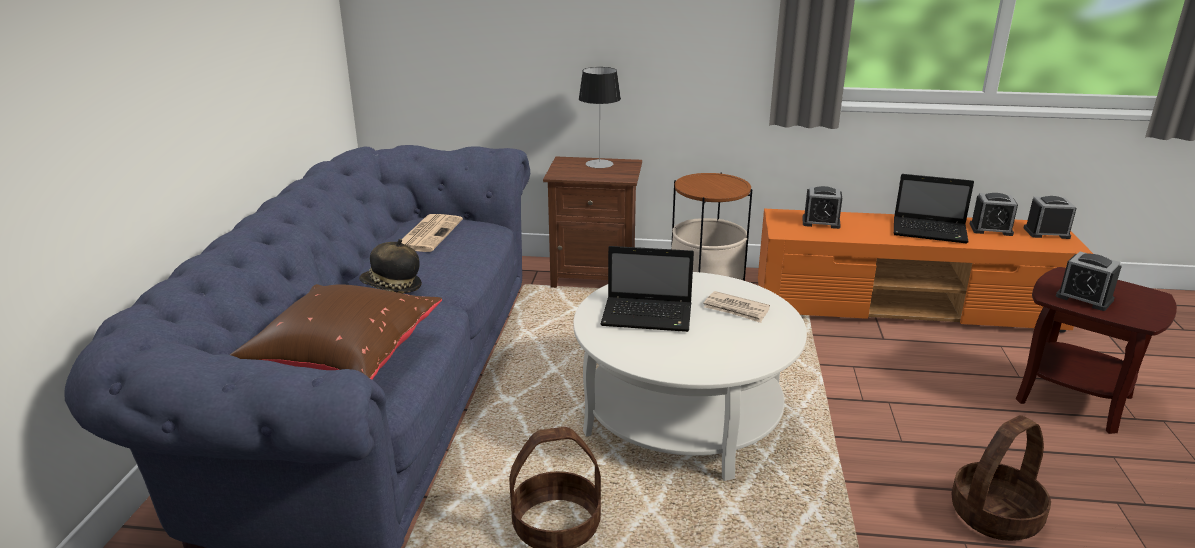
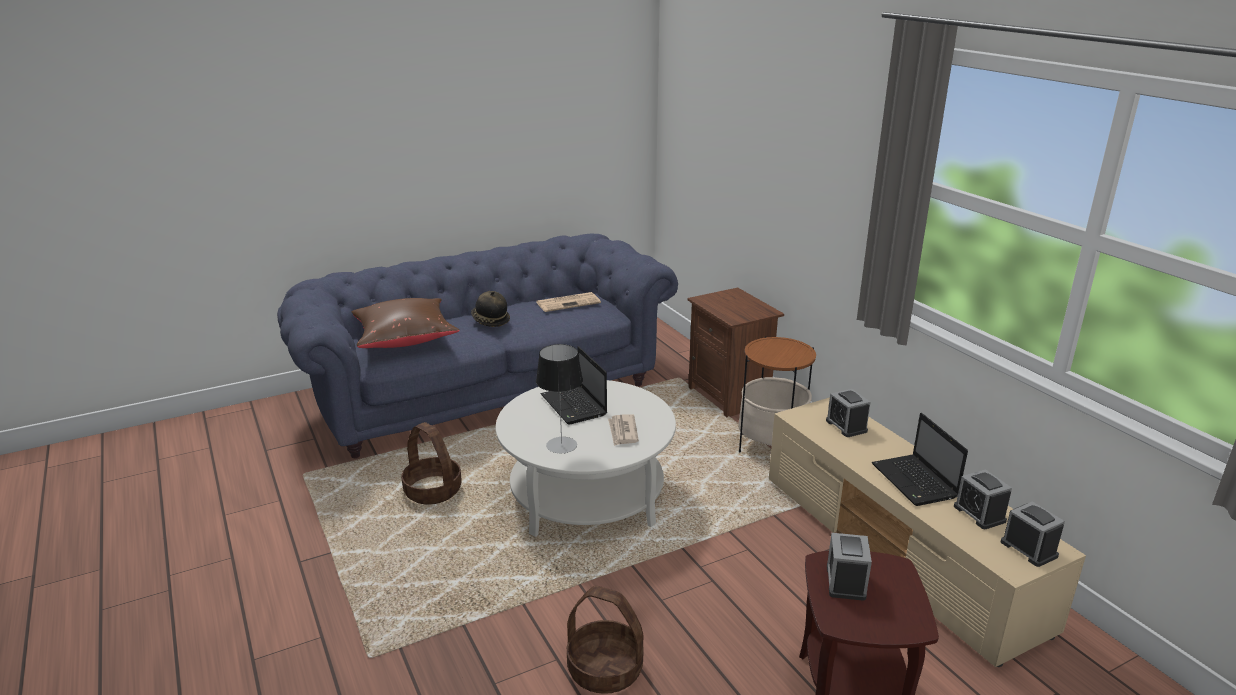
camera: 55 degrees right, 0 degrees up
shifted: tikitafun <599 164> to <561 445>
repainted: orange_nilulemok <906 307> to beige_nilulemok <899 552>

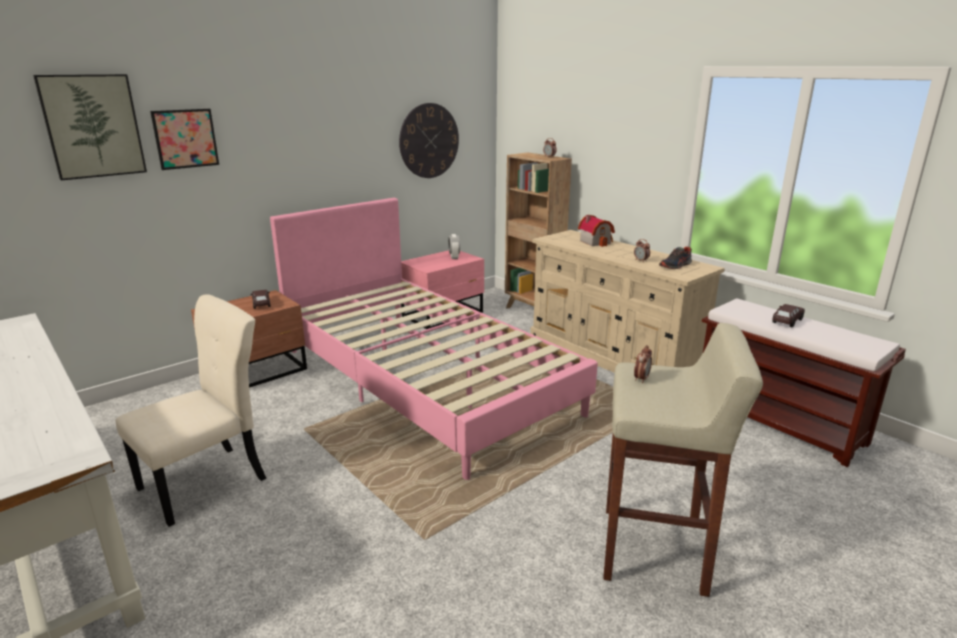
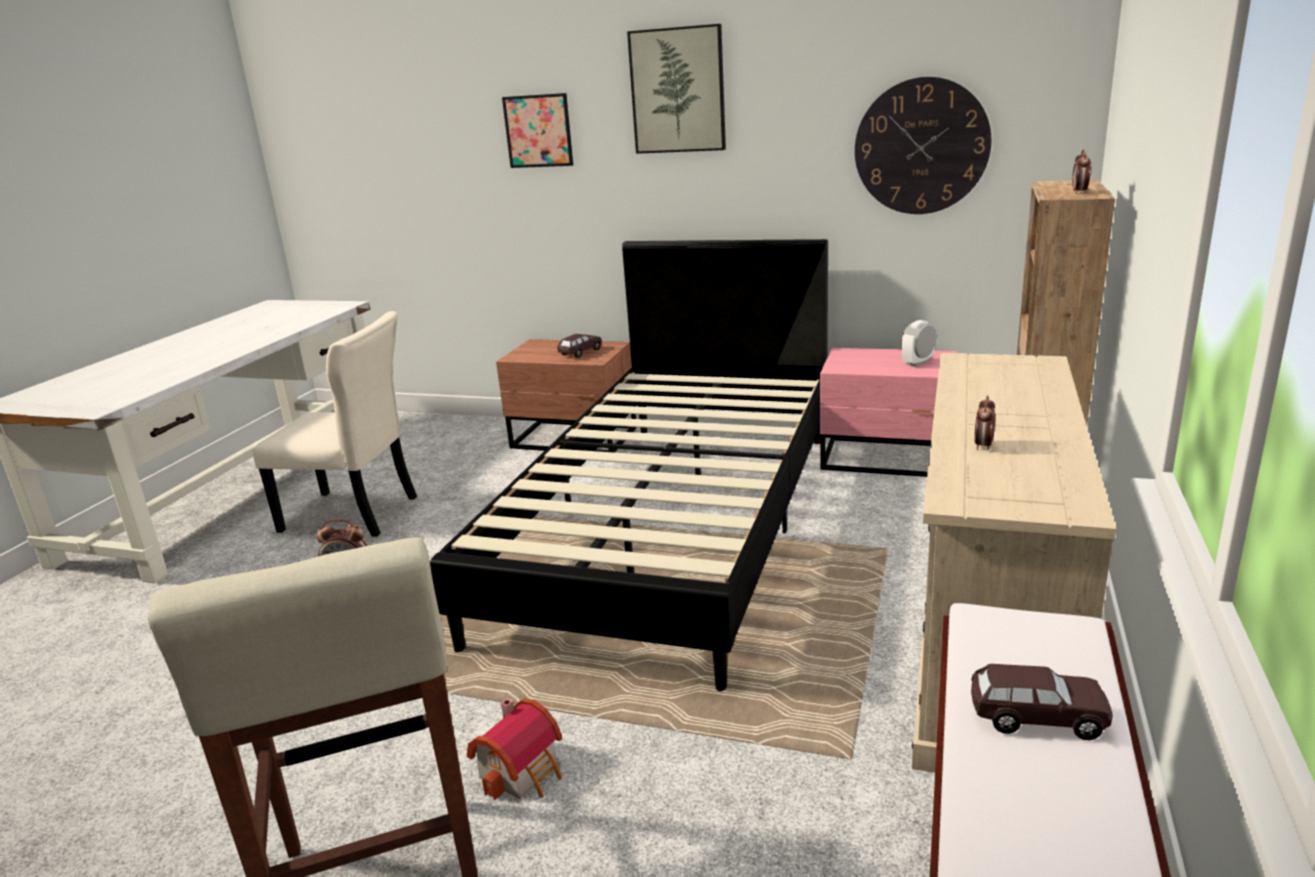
camera: 60 degrees right, 0 degrees up
gone: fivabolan <675 266>
shifted: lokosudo <93 126> to <678 90>; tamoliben <596 242> to <523 771>
repainted: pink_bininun <424 380> to black_bininun <674 525>

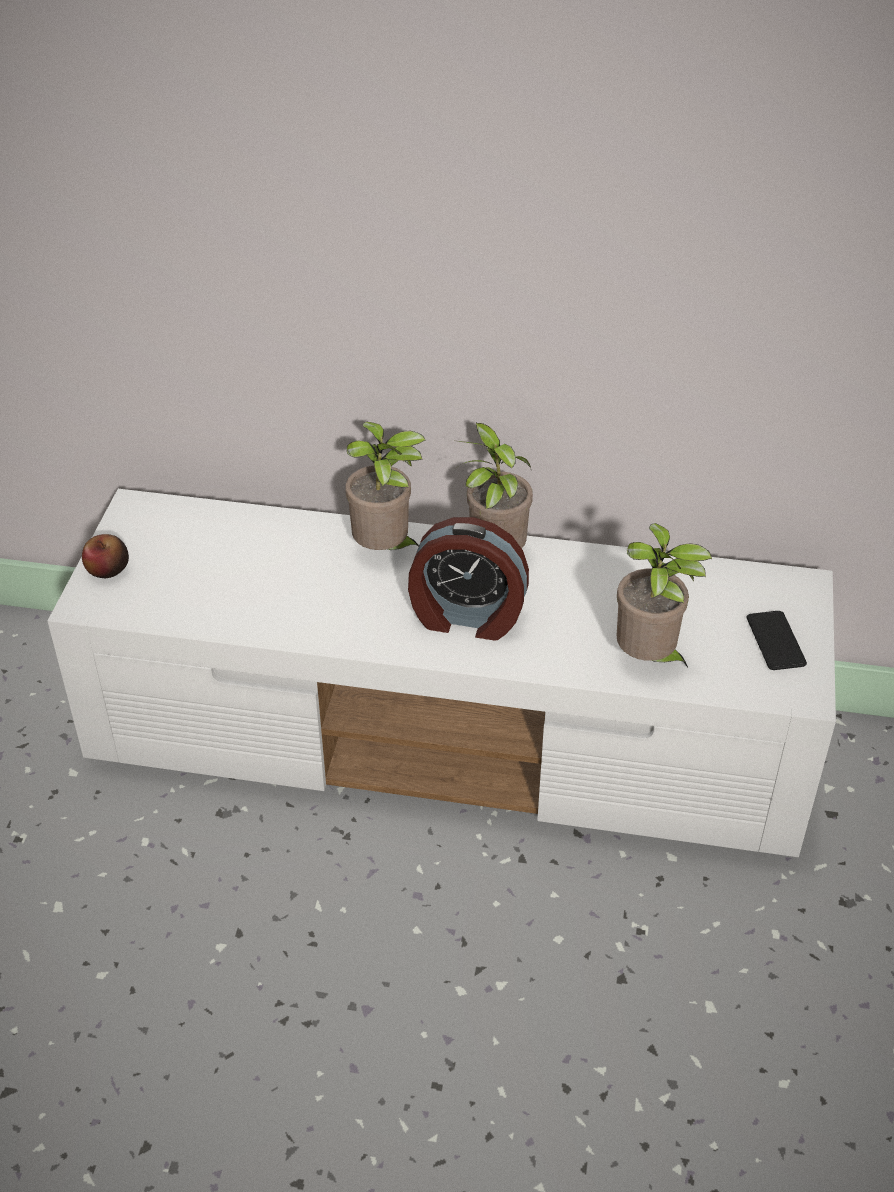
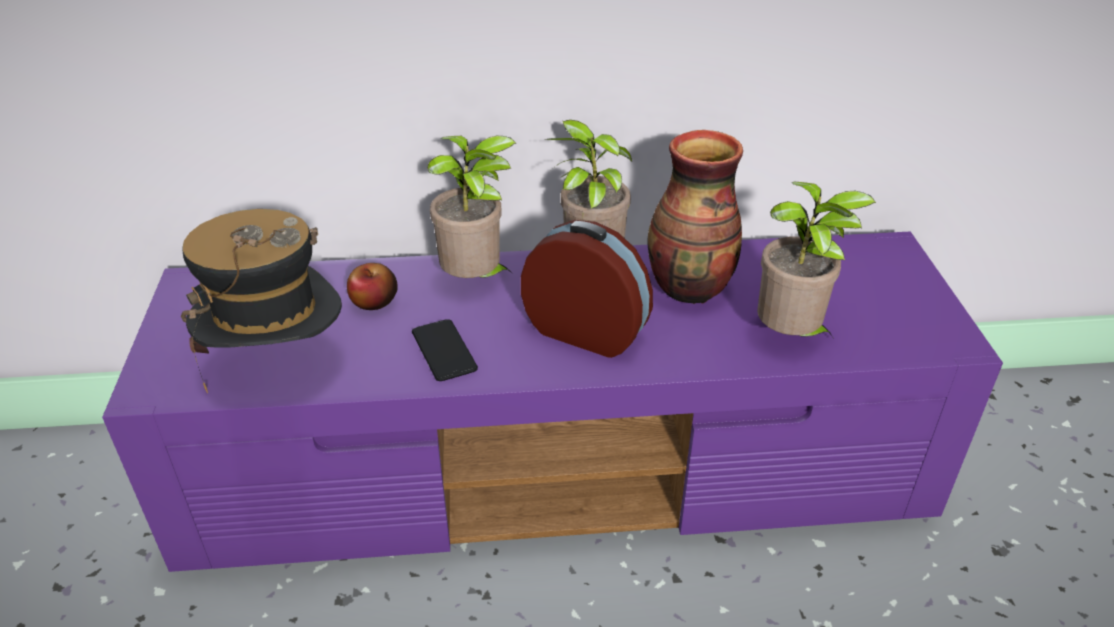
camera: 15 degrees left, 5 degrees down
new: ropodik <690 289>; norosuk <278 367>
shifted: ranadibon <108 569> to <374 302>; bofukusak <775 641> to <444 351>
repainted: white_nilulemok <451 740> to purple_nilulemok <561 472>
rotated: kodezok <467 617> = <587 330> 150 degrees counterclockwise

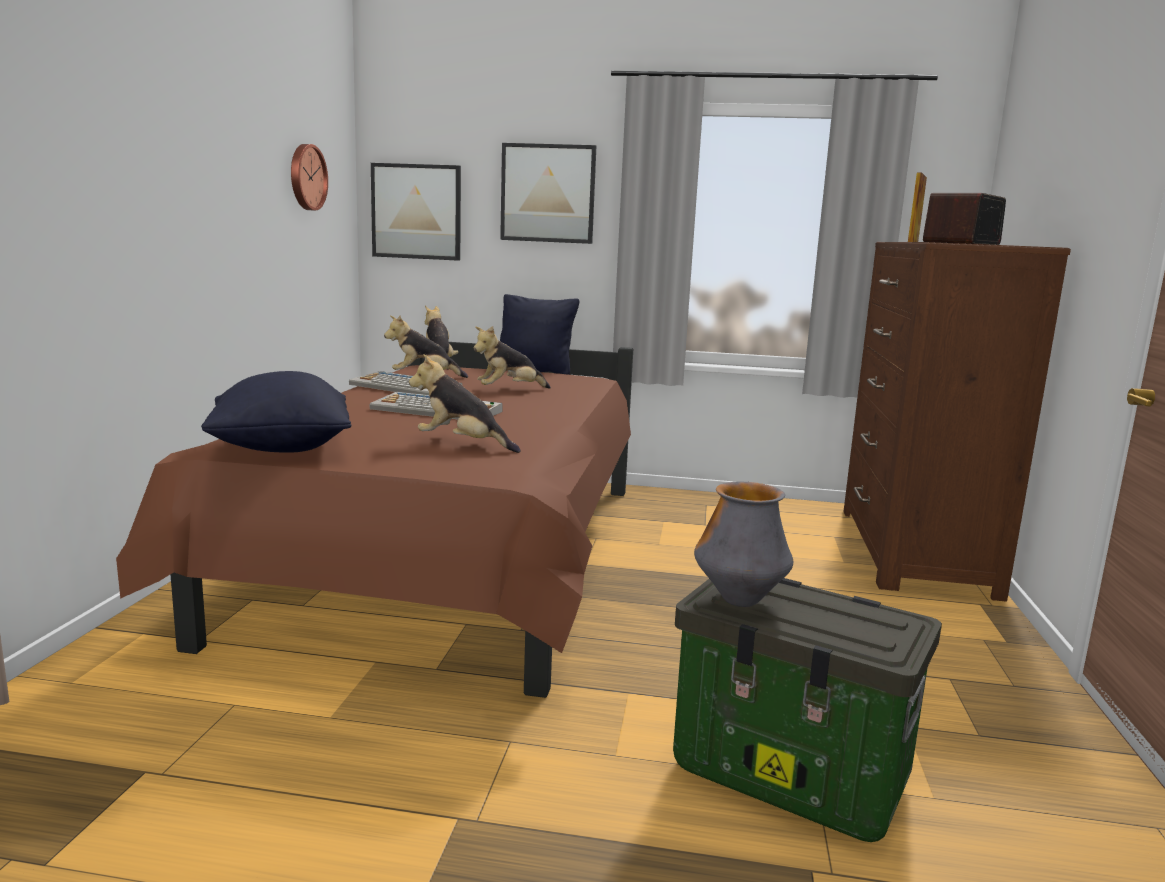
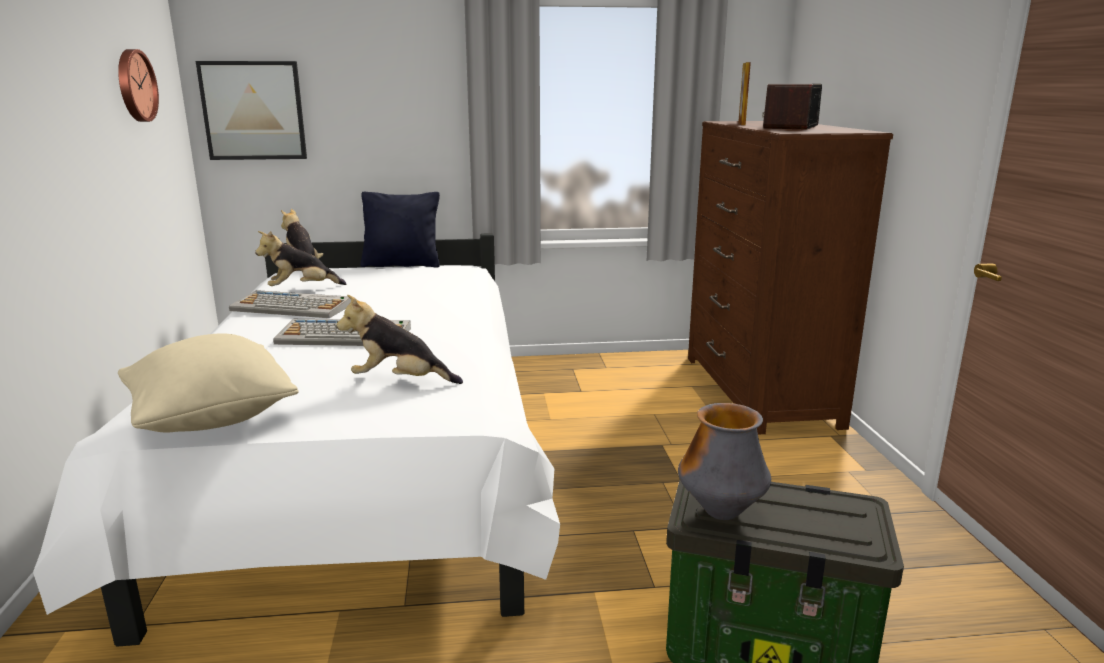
camera: 15 degrees left, 5 degrees up
gone: lokosudo <548 193>; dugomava <509 390>
repainted: brown_bininun <452 559> to white_bininun <366 471>; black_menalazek <281 449> to beige_menalazek <212 419>

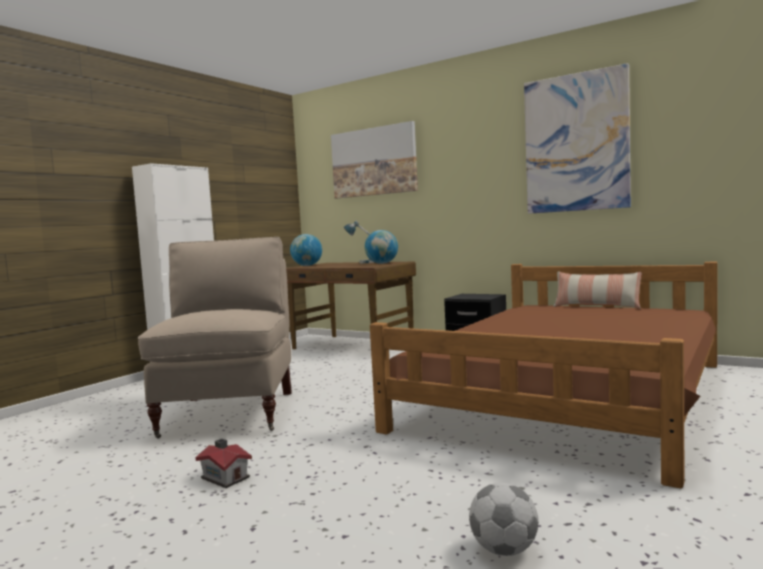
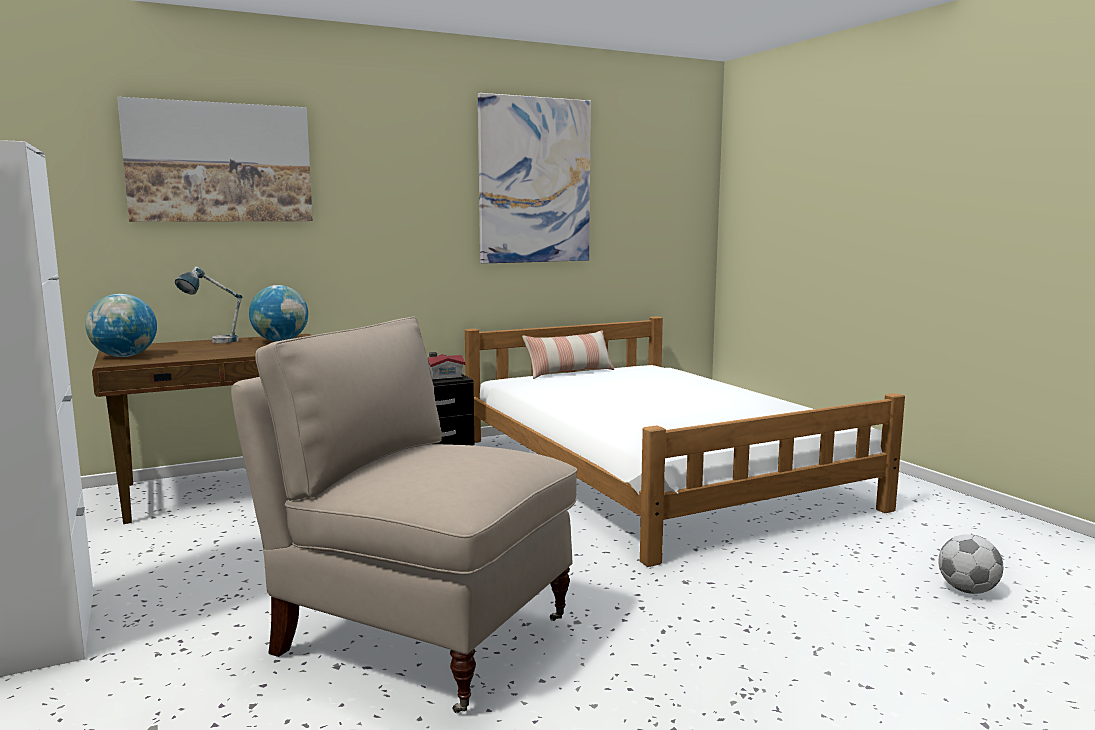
camera: 60 degrees left, 5 degrees up
shifted: tamoliben <225 477> to <444 377>
repainted: brown_bininun <569 395> to white_bininun <654 472>

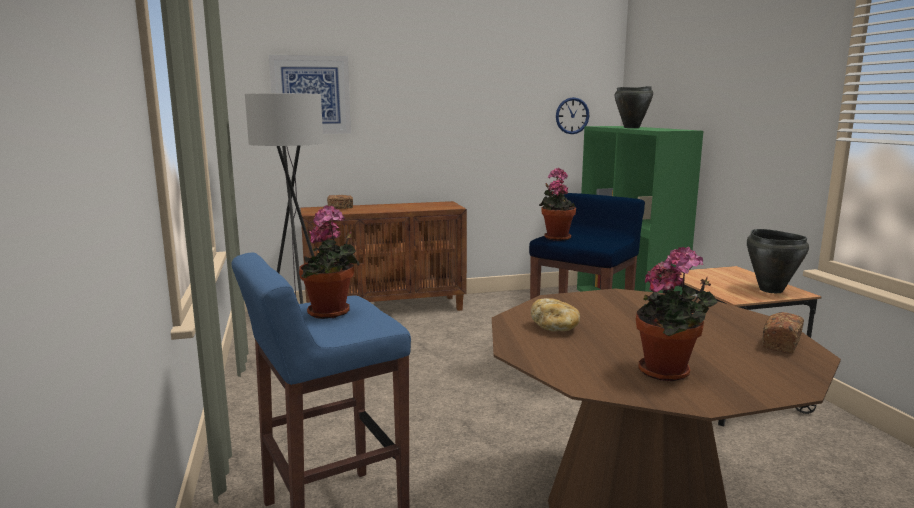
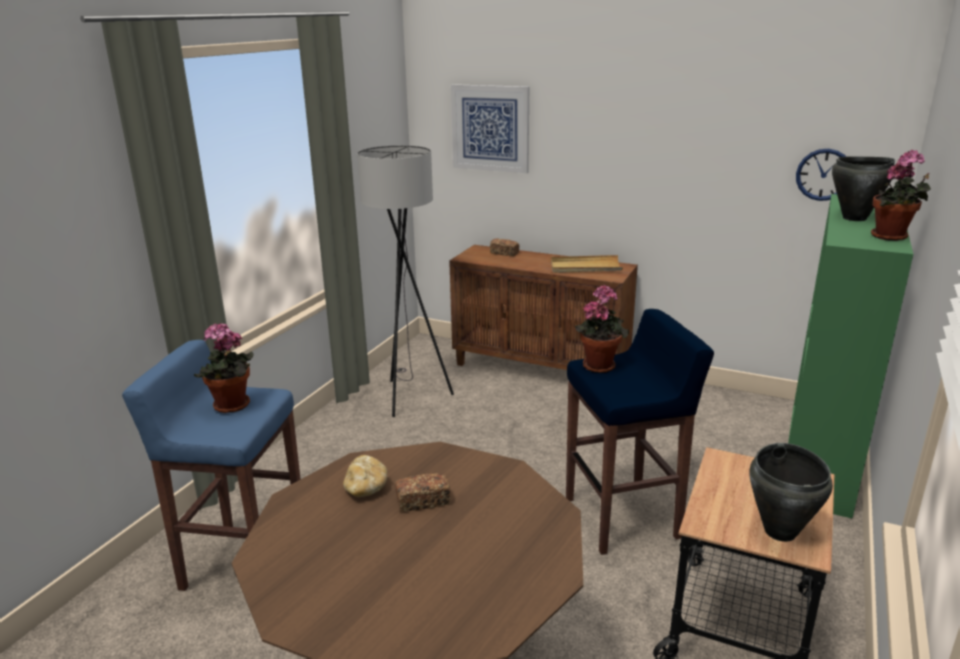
camera: 40 degrees right, 10 degrees up
new: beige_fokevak <585 267>
shifted: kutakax <669 372> to <891 237>; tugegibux <781 343> to <423 501>

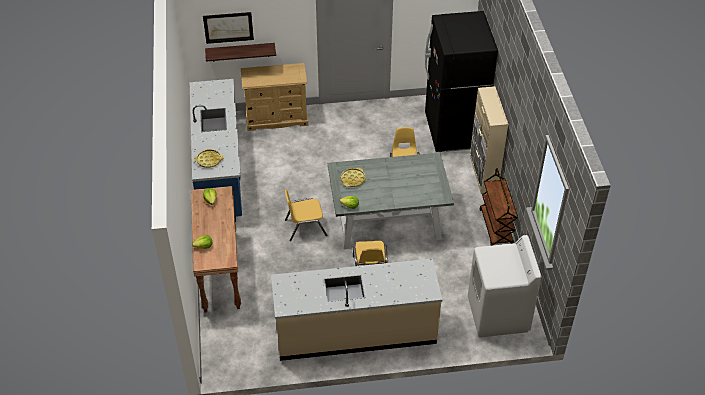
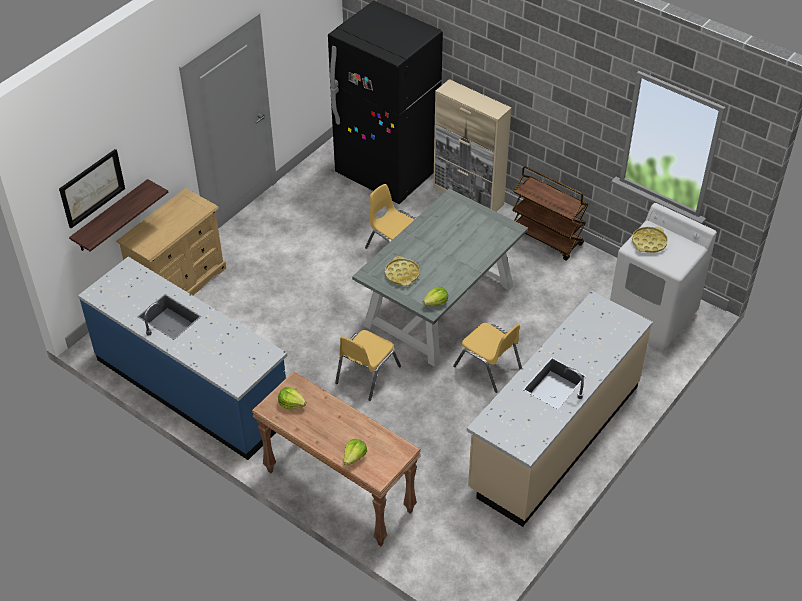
camera: 45 degrees left, 0 degrees up
shifted: yellow_fokevak <209 160> to <649 242>

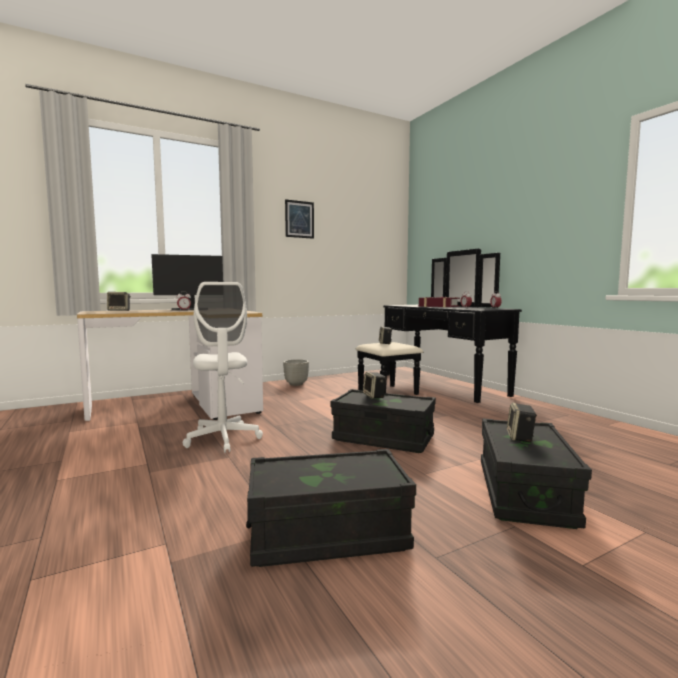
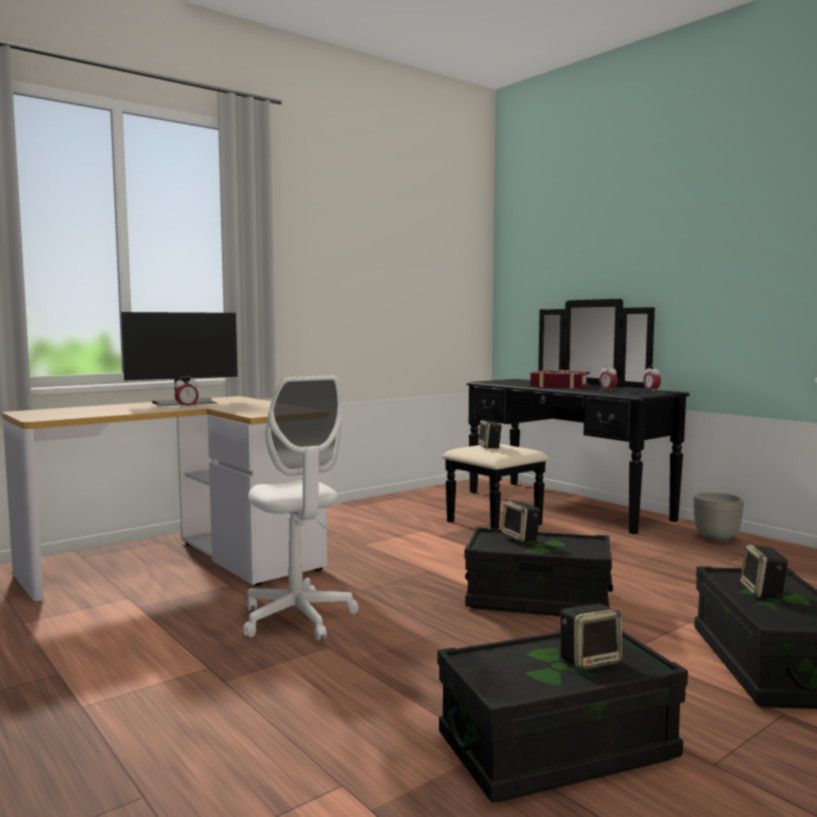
camera: 10 degrees left, 0 degrees up
gone: lokosudo <299 219>
shifted: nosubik <119 311> to <590 660>; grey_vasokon <296 384> to <716 539>

